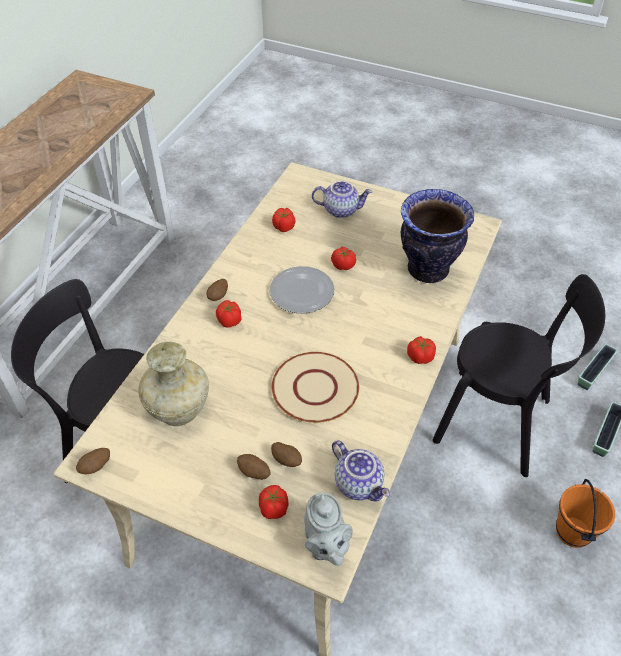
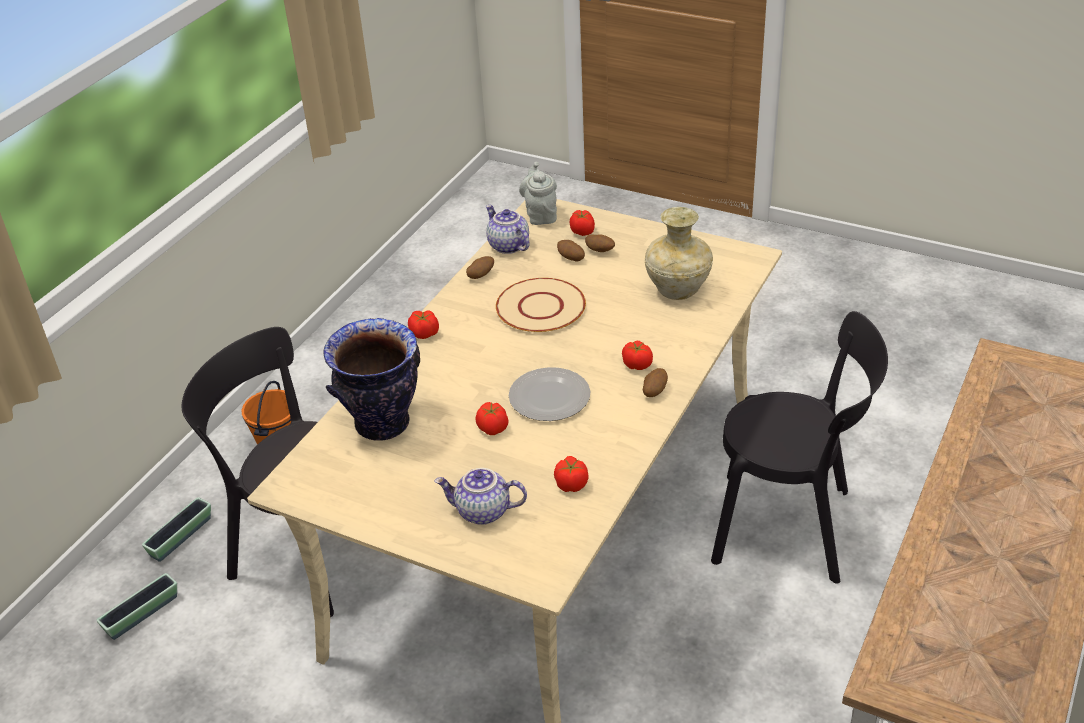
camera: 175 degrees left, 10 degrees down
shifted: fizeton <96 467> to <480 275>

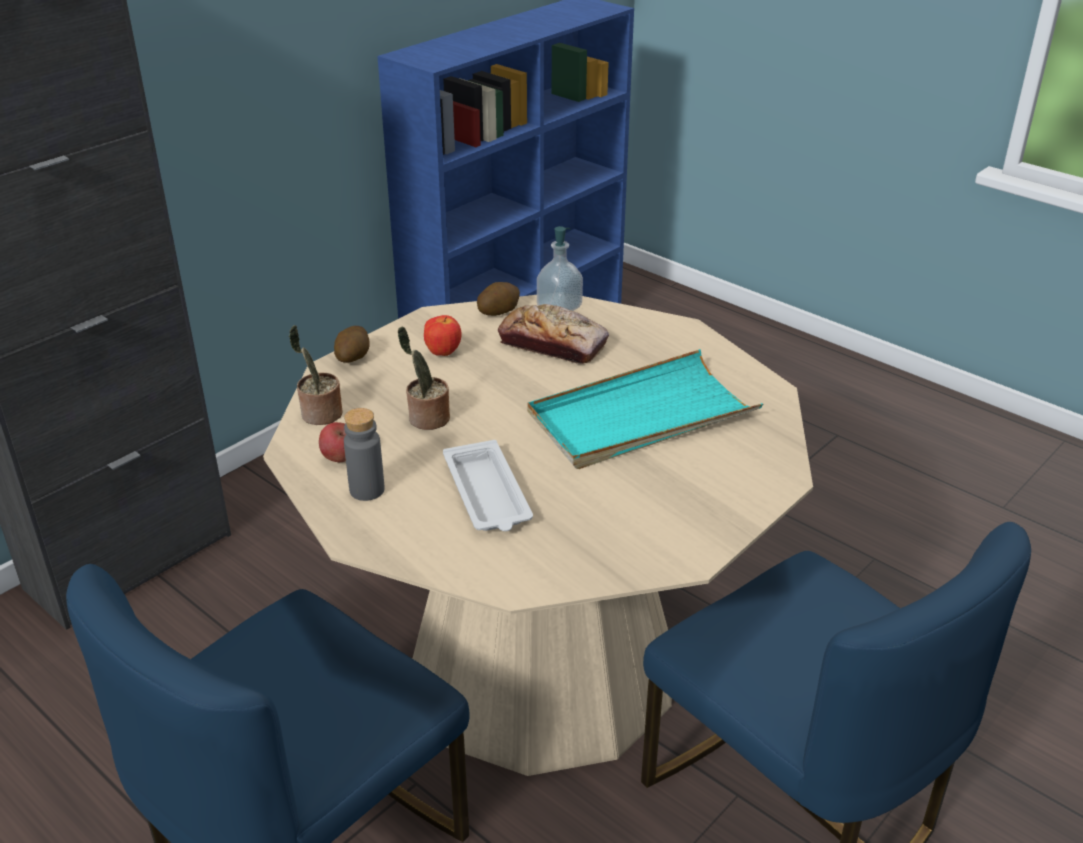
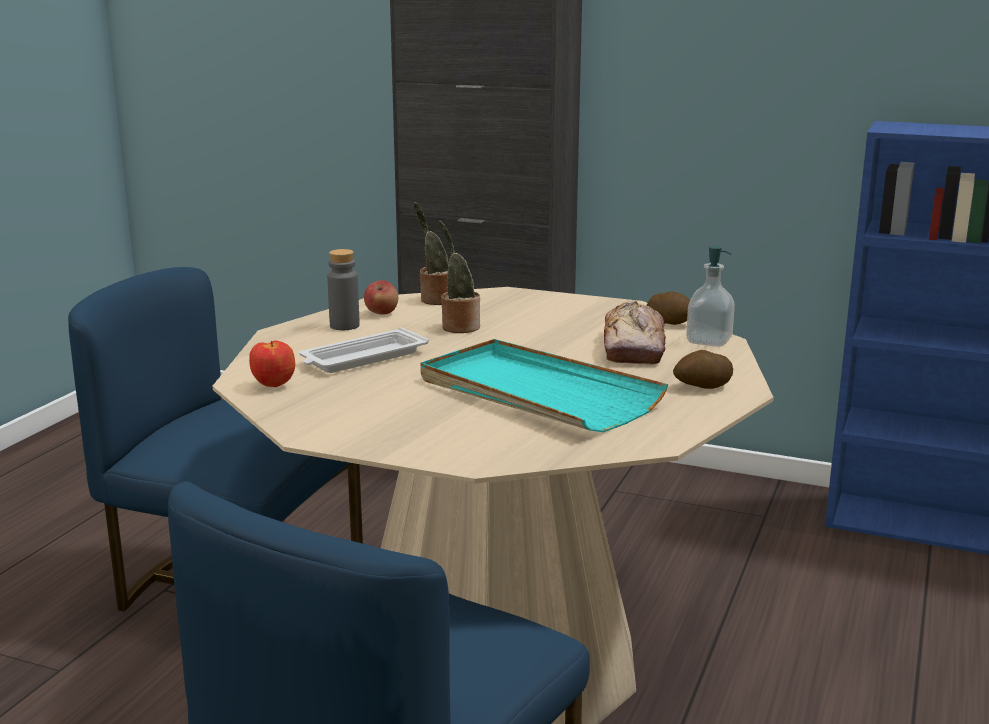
camera: 70 degrees right, 15 degrees down
shifted: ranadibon <443 353> to <274 385>; fizeton <353 358> to <702 387>

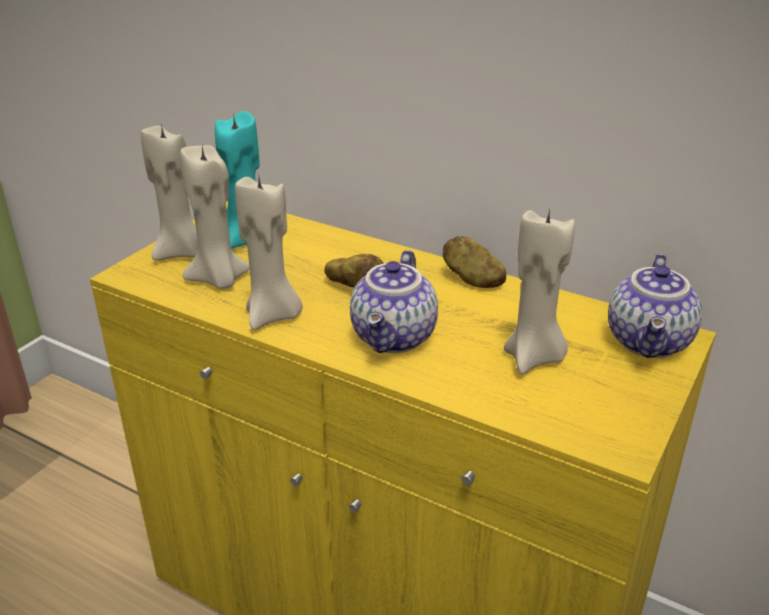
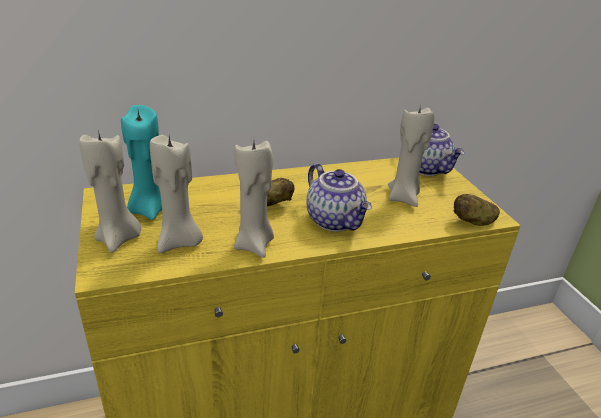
camera: 50 degrees left, 0 degrees up
shifted: fizeton <472 280> to <473 222>

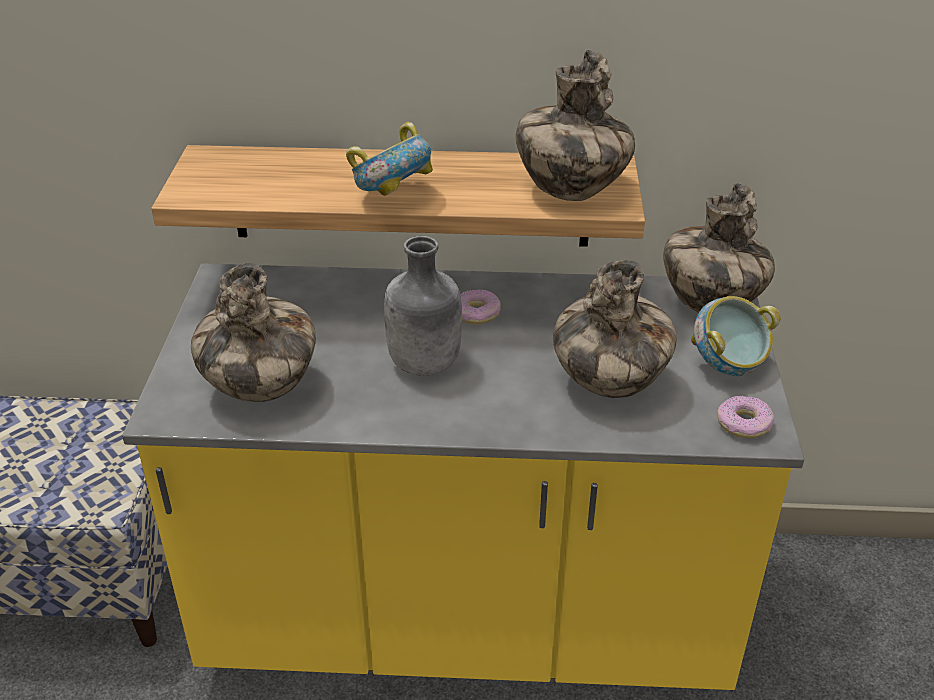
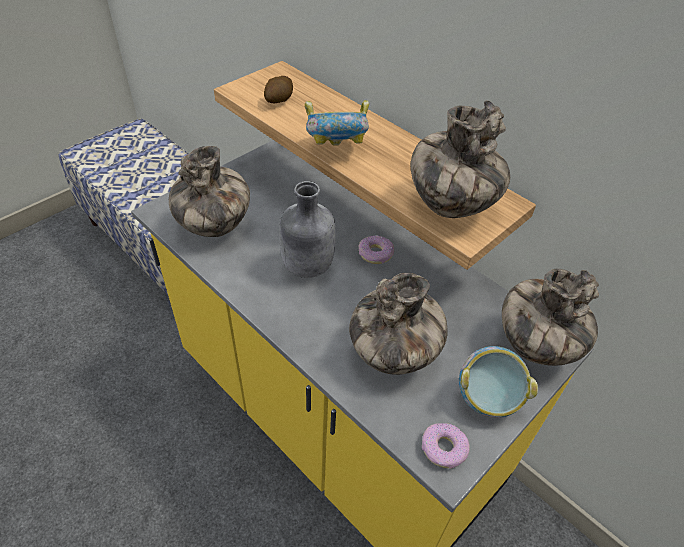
camera: 40 degrees right, 10 degrees up
new: fizeton <279 100>

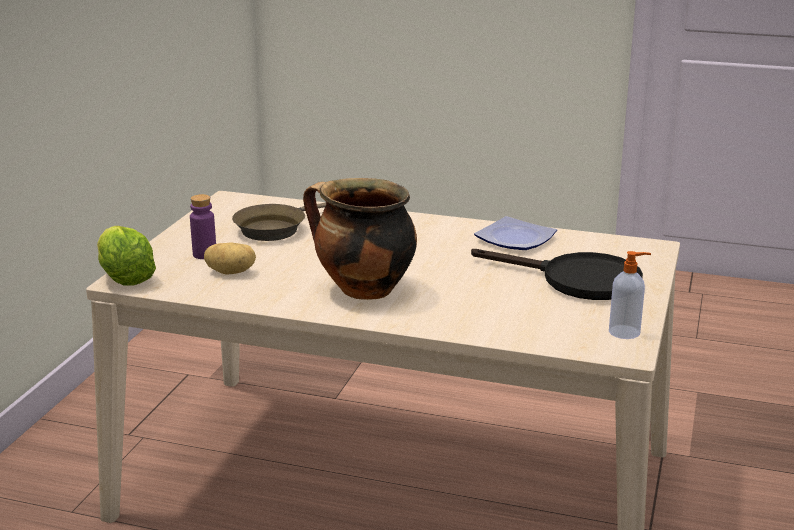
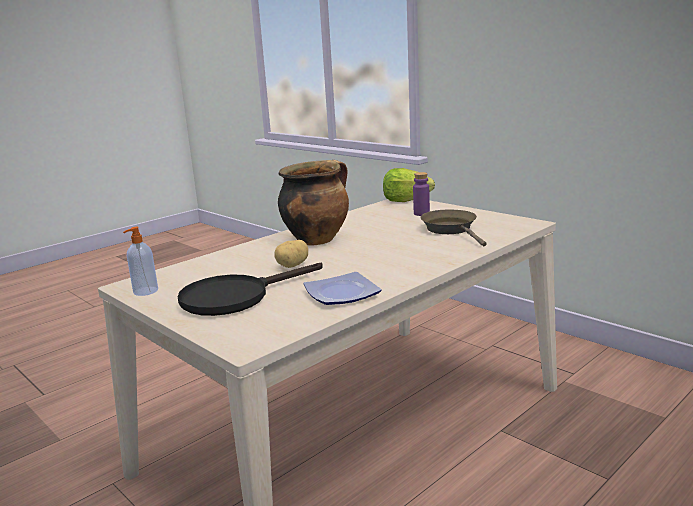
camera: 120 degrees right, 5 degrees down
shifted: fizeton <231 272> to <293 265>

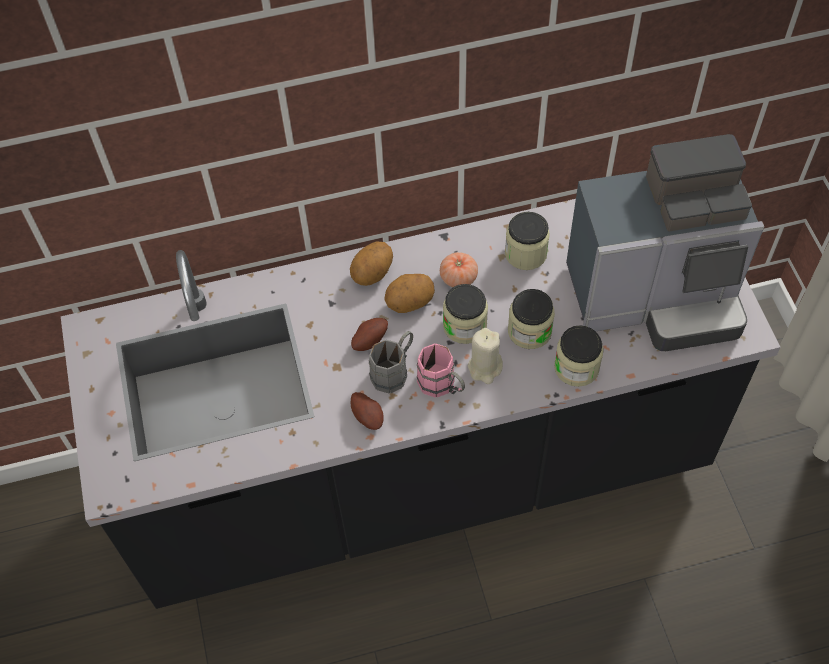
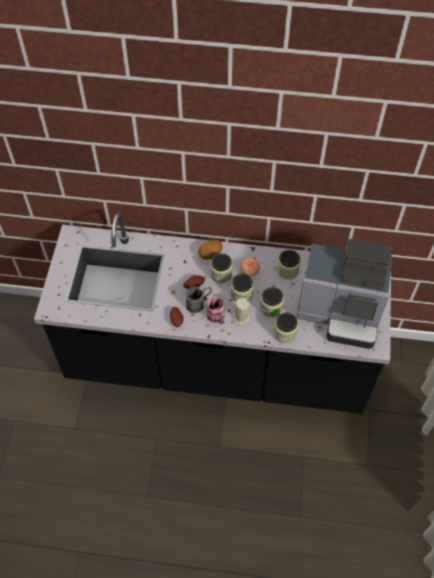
camera: 20 degrees right, 0 degrees up
swapped: fizeton <410 302> to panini <221 274>

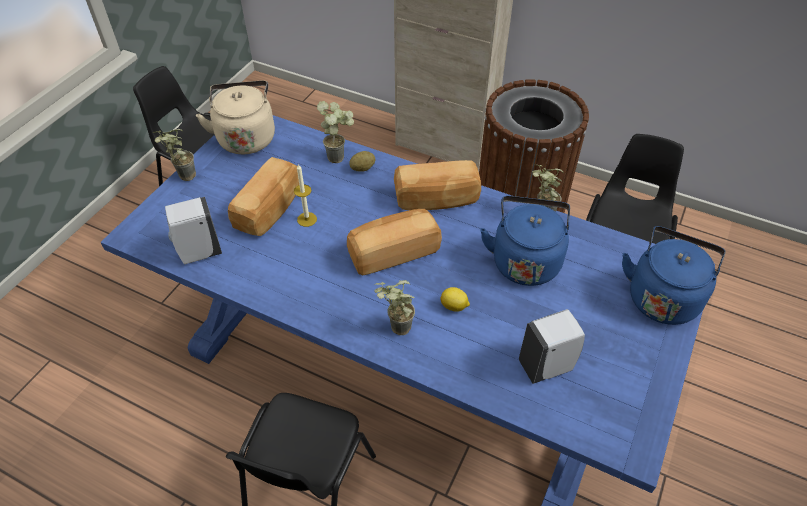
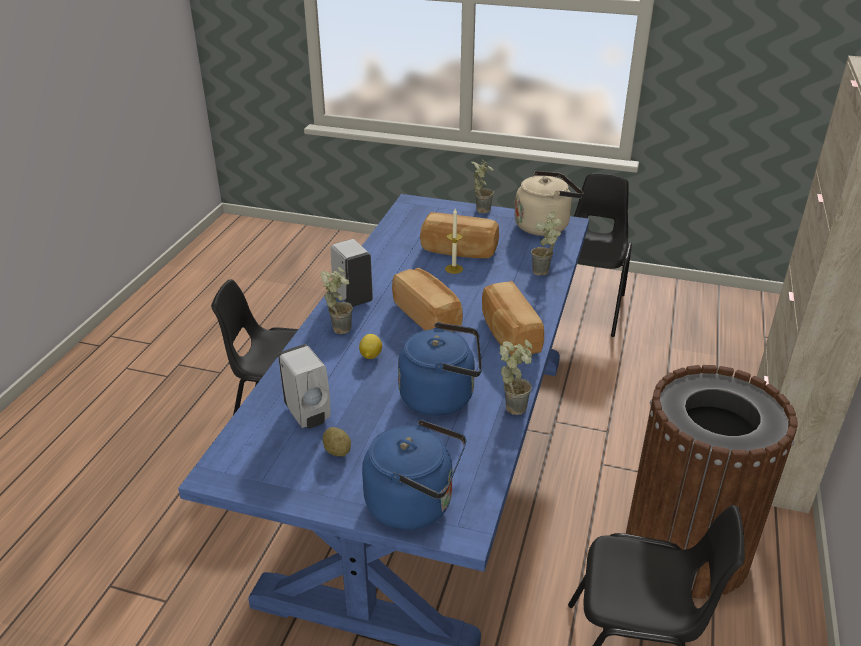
camera: 80 degrees right, 15 degrees down
shifted: fizeton <362 168> to <337 451>; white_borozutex <198 253> to <352 297>

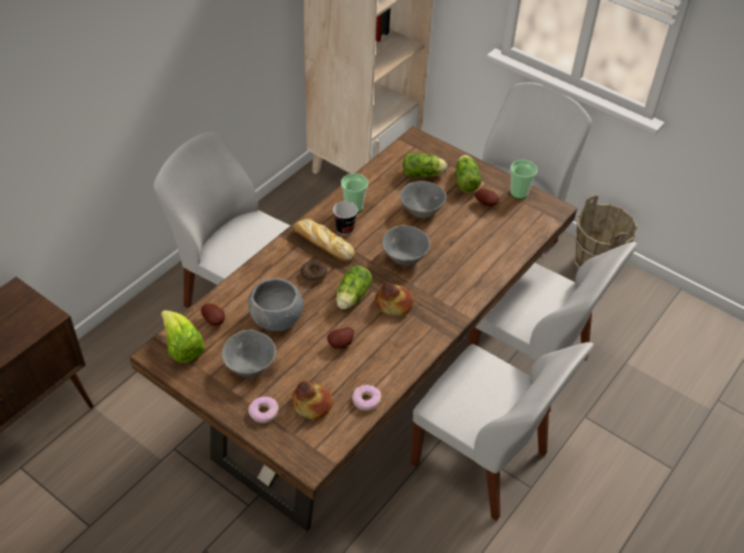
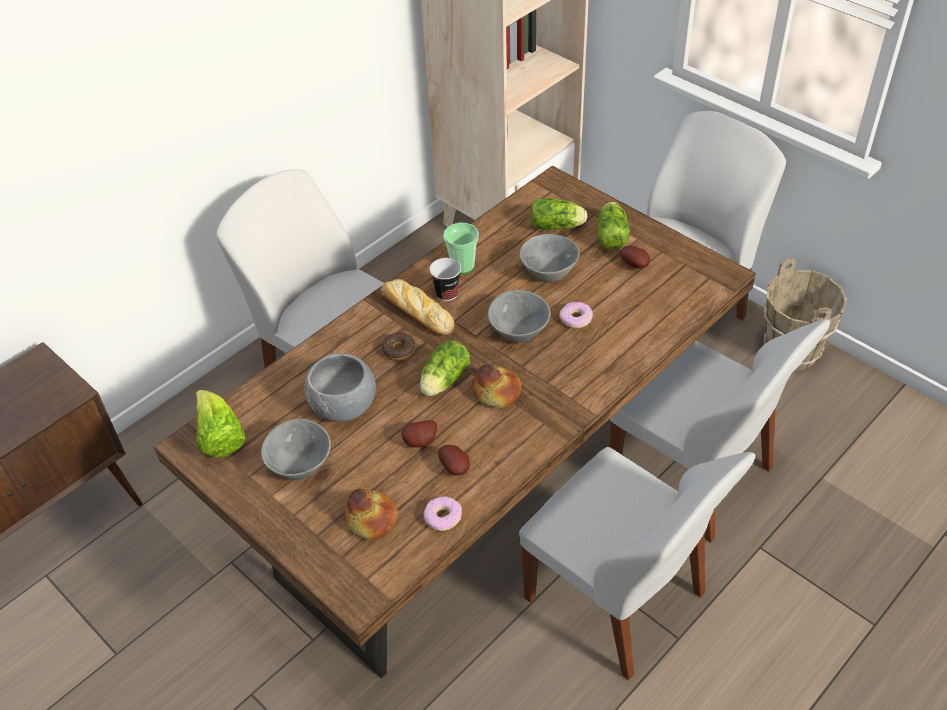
camera: 10 degrees right, 0 degrees up
gone: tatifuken <519 193>
shifted: fizeton <214 321> to <456 467>; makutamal <264 412> to <576 319>

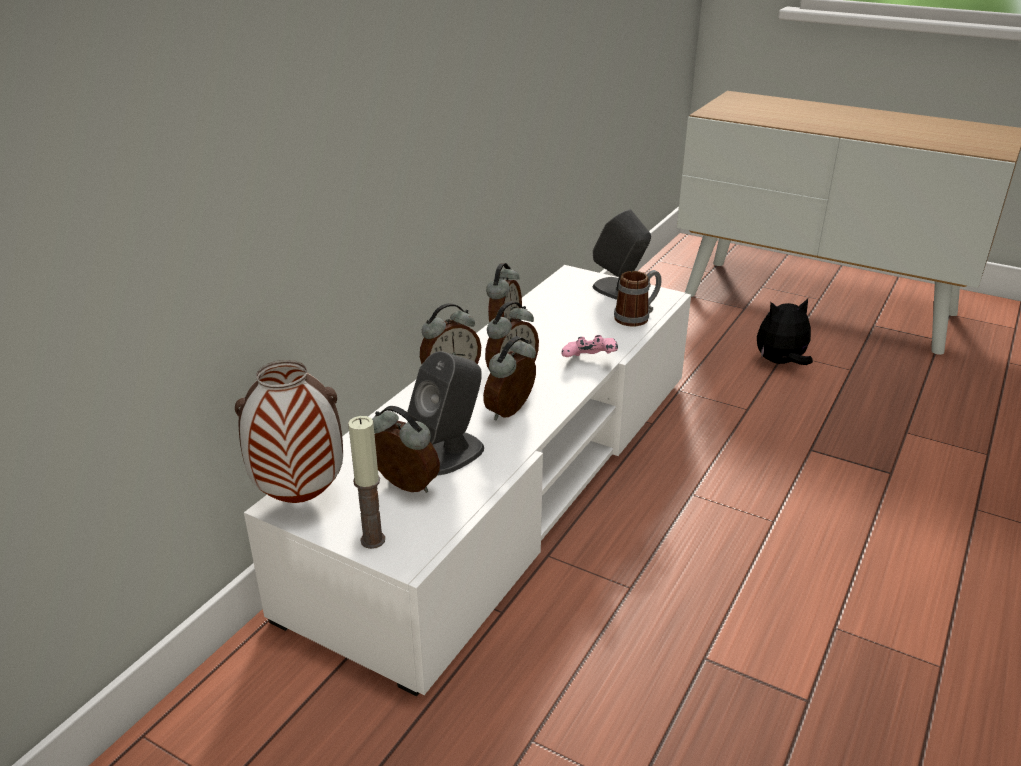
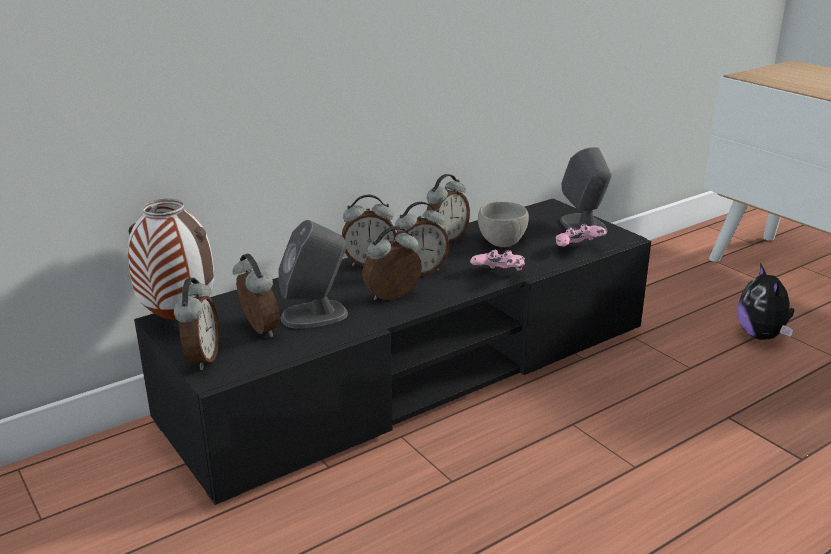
camera: 25 degrees right, 5 degrees down
new: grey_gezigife <500 242>
swapped: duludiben <637 317> to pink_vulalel <578 249>; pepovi <373 540> to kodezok <201 358>
repainted: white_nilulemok <510 482> to black_nilulemok <416 373>
rotated: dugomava <780 363> = <762 336> 105 degrees counterclockwise

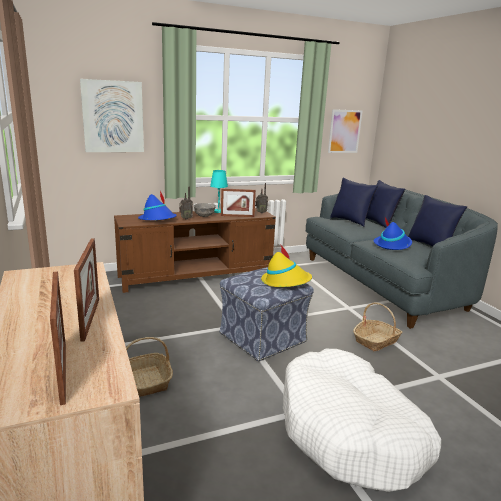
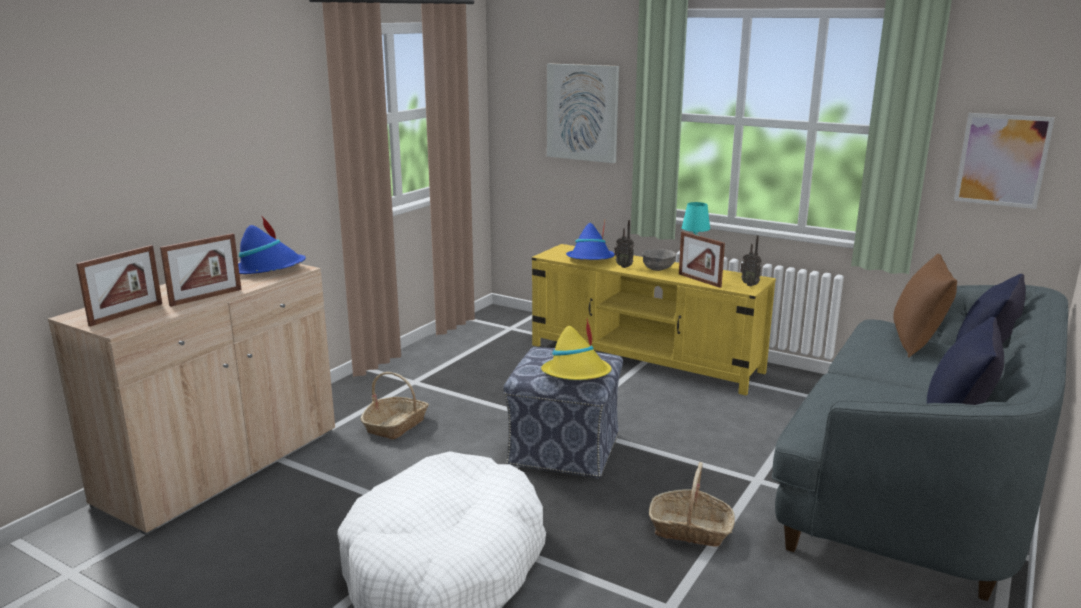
camera: 55 degrees right, 0 degrees up
shifted: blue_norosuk <392 245> to <269 269>
repainted: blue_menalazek <350 221> to brown_menalazek <917 343>; brown_nilulemok <197 276> to yellow_nilulemok <645 358>

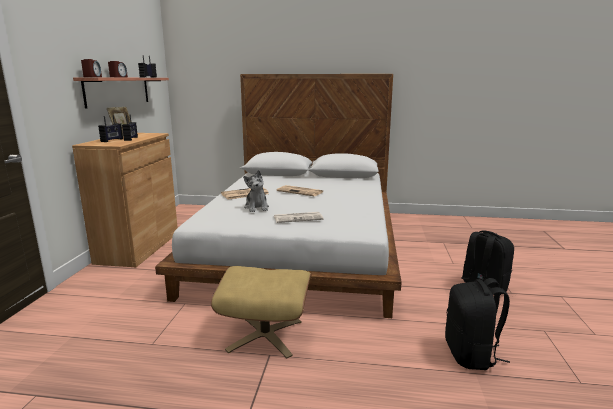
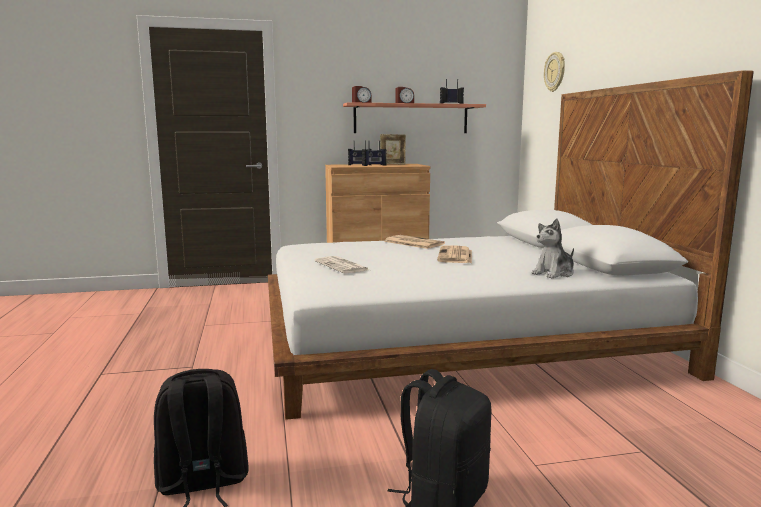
camera: 70 degrees right, 5 degrees down
gone: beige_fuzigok <265 335>
new: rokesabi <555 72>
shifted: dugomava <257 207> to <554 273>

